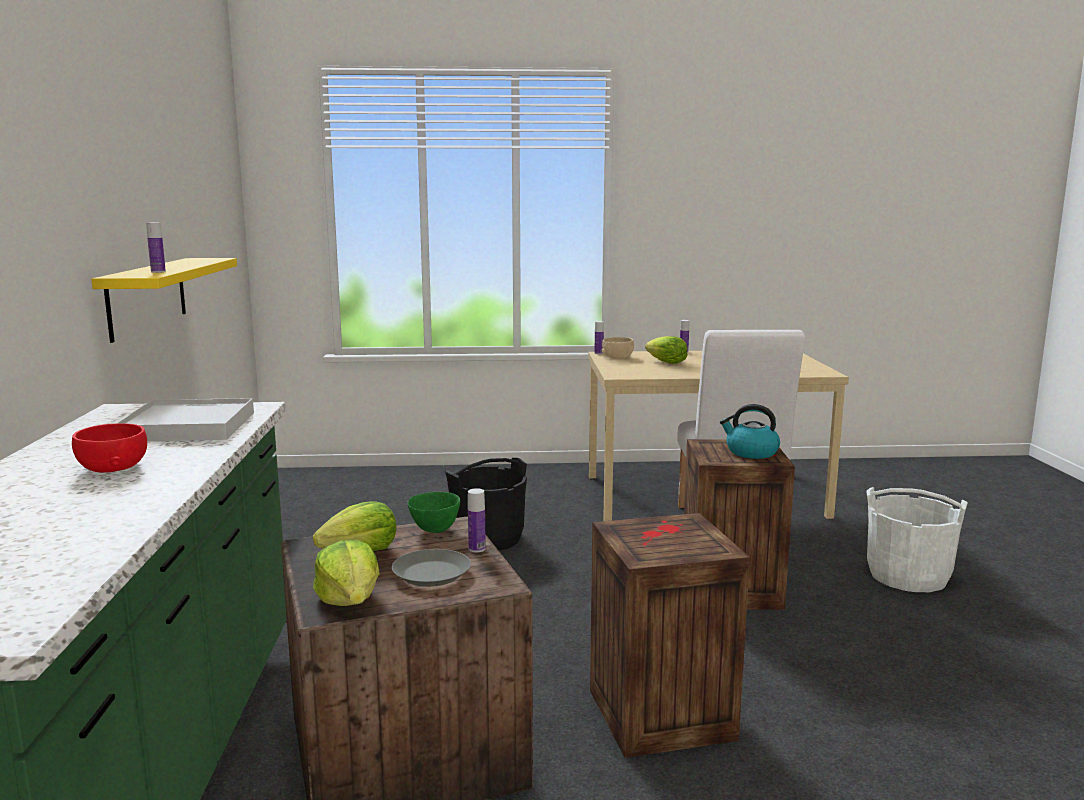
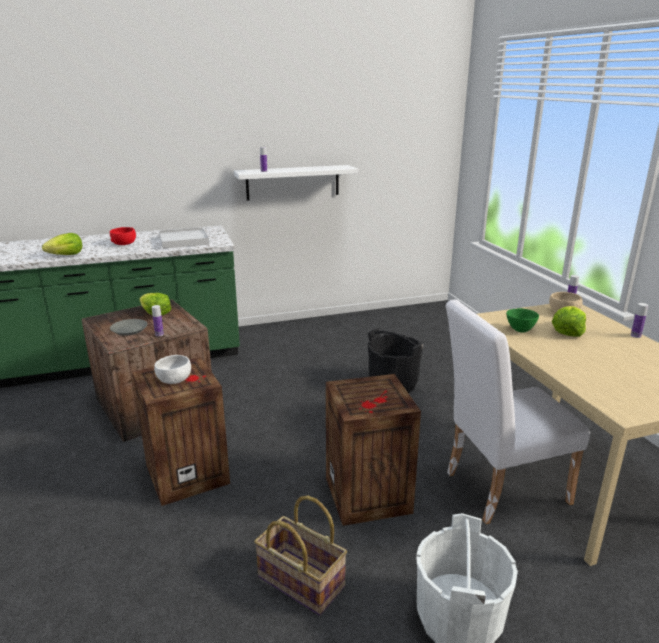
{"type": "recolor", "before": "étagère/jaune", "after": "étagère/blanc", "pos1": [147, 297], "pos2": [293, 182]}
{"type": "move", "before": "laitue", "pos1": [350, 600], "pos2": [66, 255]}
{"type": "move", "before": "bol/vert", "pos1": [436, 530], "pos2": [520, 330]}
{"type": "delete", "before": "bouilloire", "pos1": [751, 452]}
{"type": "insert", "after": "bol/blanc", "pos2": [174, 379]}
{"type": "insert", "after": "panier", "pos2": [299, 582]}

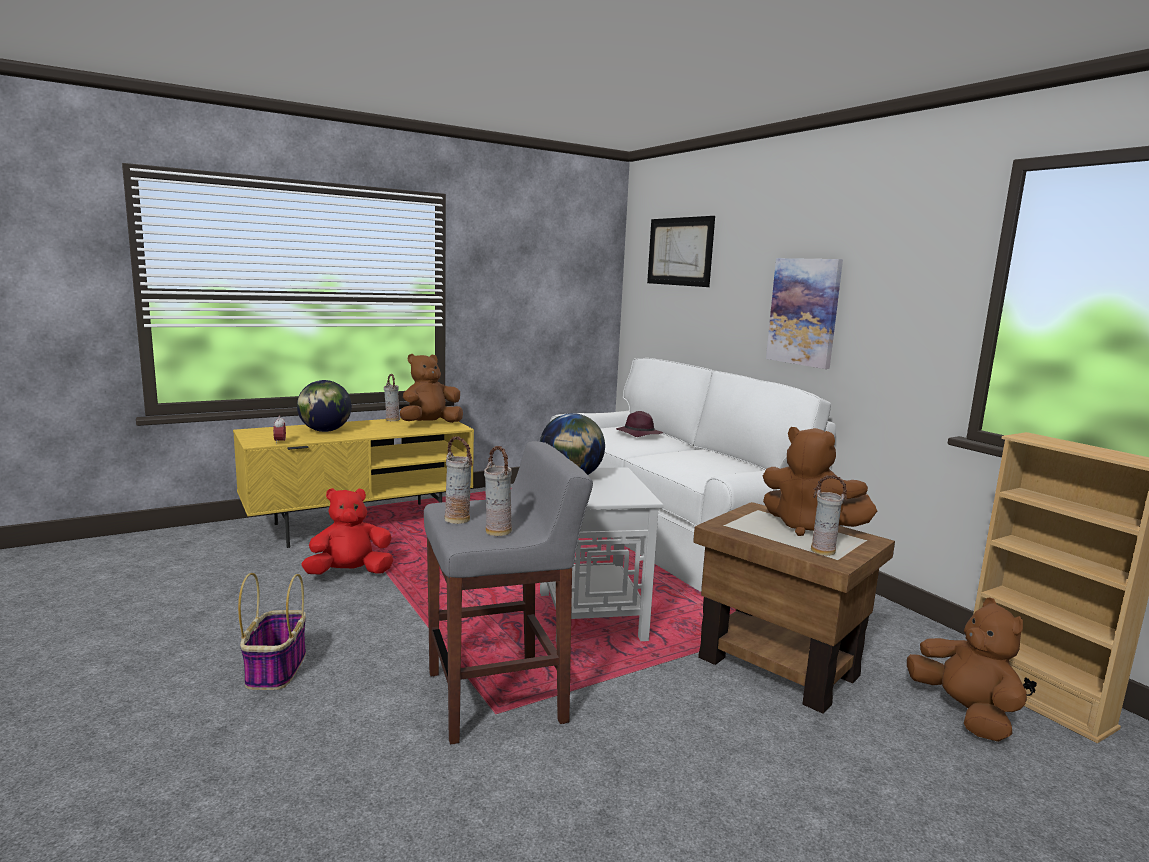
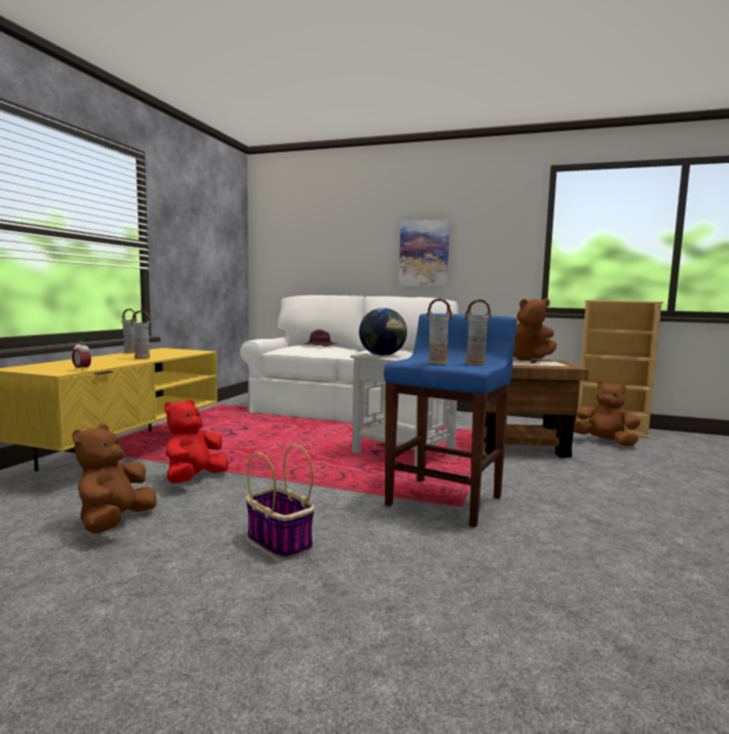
{"type": "delete", "before": "globe", "pos1": [325, 431]}
{"type": "move", "before": "peluche/marron", "pos1": [430, 424], "pos2": [115, 523]}
{"type": "recolor", "before": "tabouret/gris", "after": "tabouret/bleu", "pos1": [498, 697], "pos2": [445, 500]}
{"type": "delete", "before": "tableau", "pos1": [679, 251]}
{"type": "move", "before": "vase", "pos1": [822, 552], "pos2": [142, 358]}

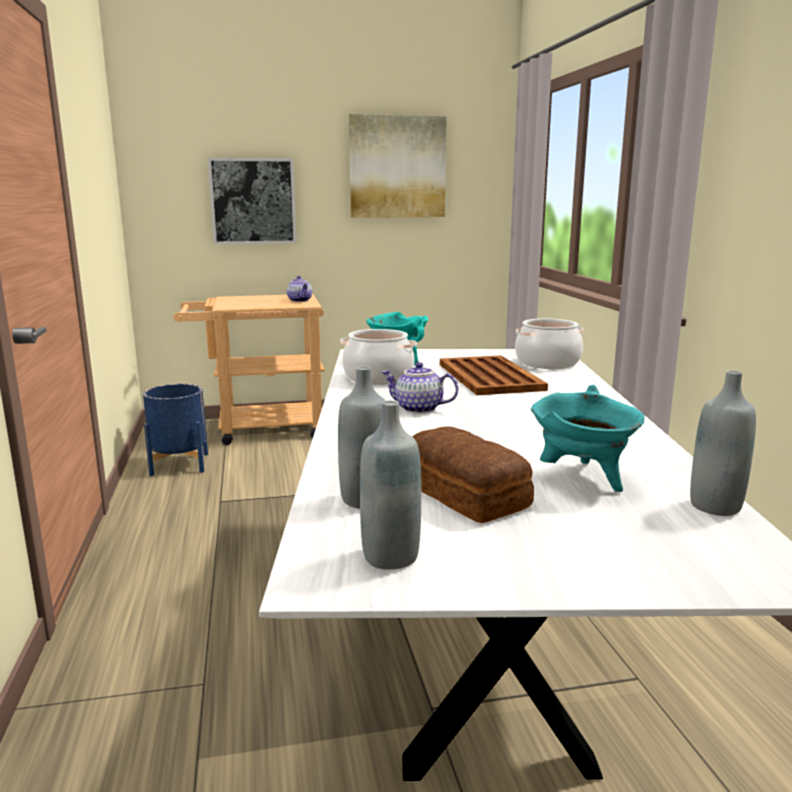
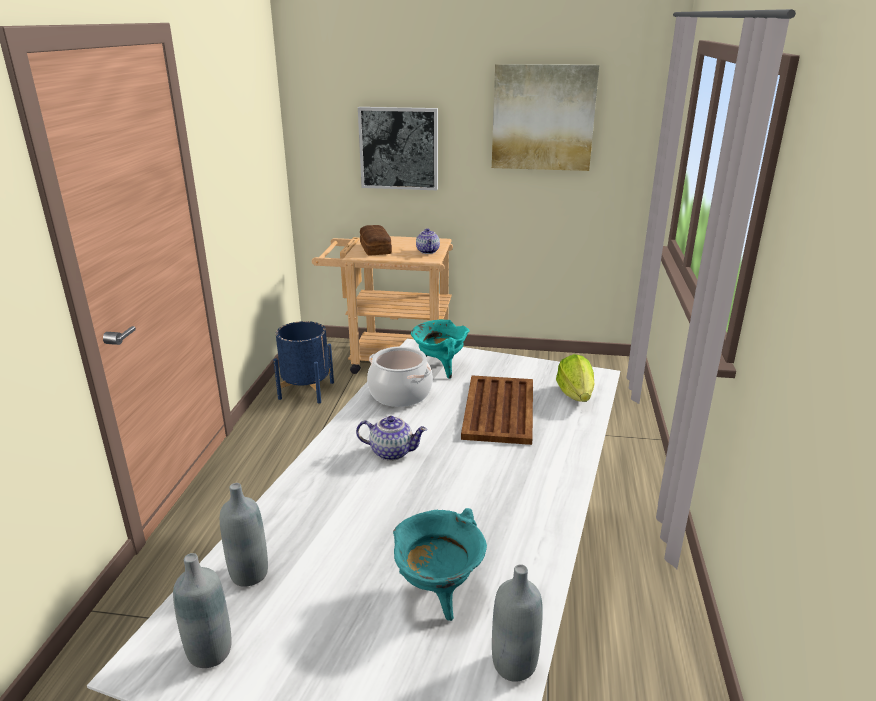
{"type": "rotate", "before": "théière", "pos1": [418, 409], "pos2": [392, 452], "turn": 150}
{"type": "move", "before": "pain", "pos1": [463, 495], "pos2": [375, 248]}
{"type": "replace", "before": "marmite", "after": "laitue", "pos1": [547, 363], "pos2": [576, 395]}

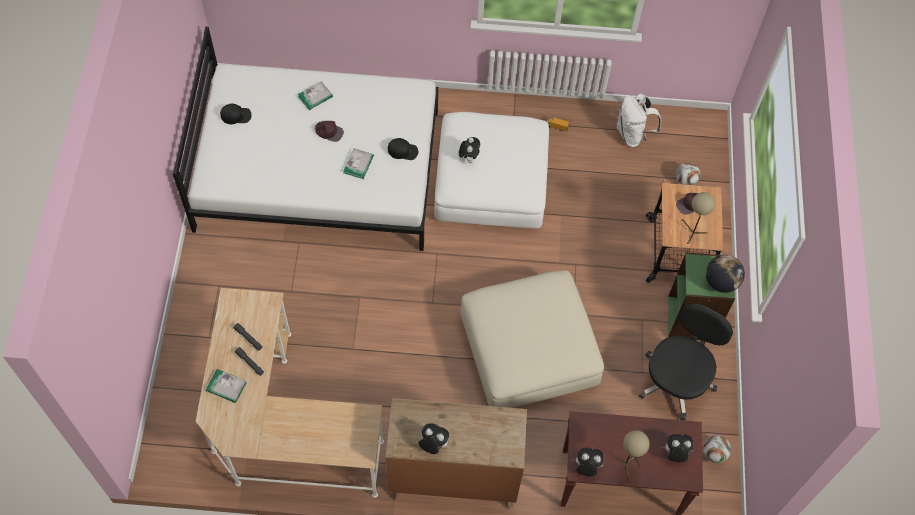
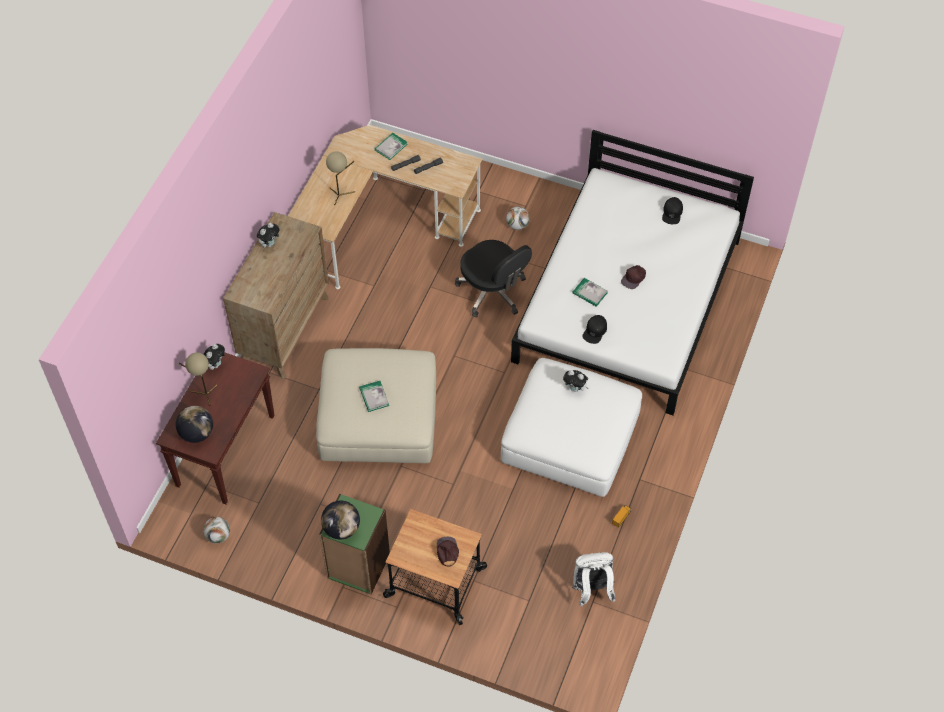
{"type": "move", "before": "livre", "pos1": [315, 96], "pos2": [374, 397]}
{"type": "move", "before": "chaise de bureau/noir", "pos1": [676, 380], "pos2": [493, 292]}
{"type": "replace", "before": "peluche", "after": "globe", "pos1": [675, 454], "pos2": [197, 433]}
{"type": "move", "before": "ballon de foot", "pos1": [685, 180], "pos2": [517, 225]}
{"type": "move", "before": "lampe de table/beige", "pos1": [691, 231], "pos2": [340, 195]}

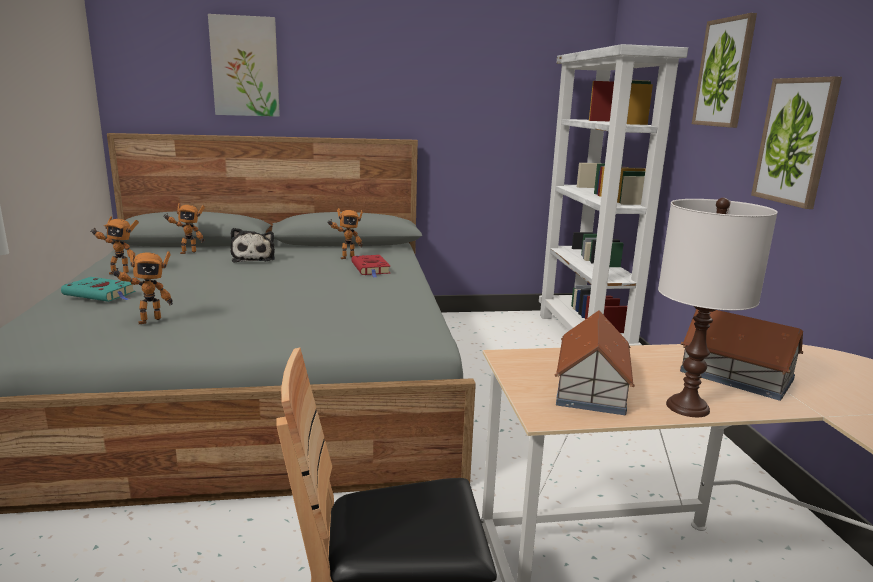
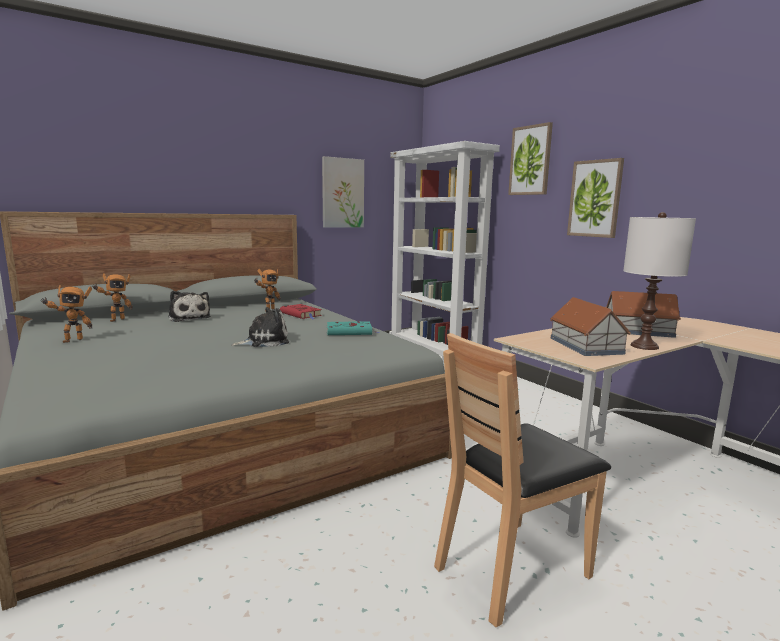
{"type": "move", "before": "livre/turquoise", "pos1": [101, 294], "pos2": [350, 332]}
{"type": "delete", "before": "robot jouet", "pos1": [148, 320]}
{"type": "move", "before": "tableau", "pos1": [245, 67], "pos2": [342, 193]}
{"type": "insert", "after": "peluche", "pos2": [264, 341]}

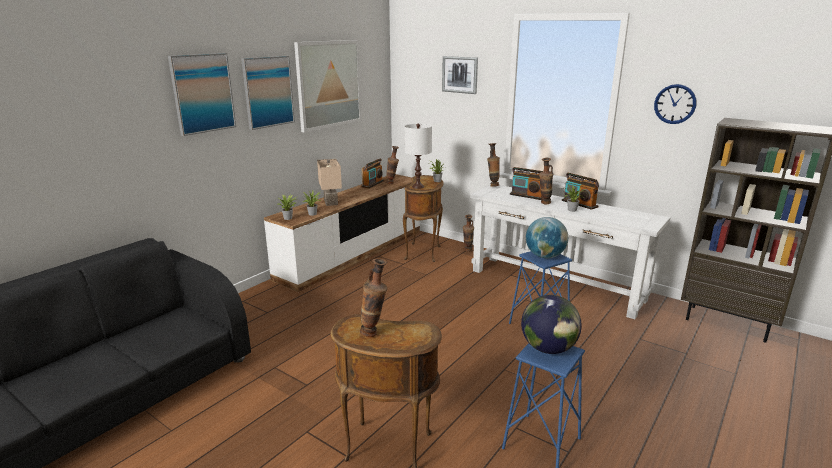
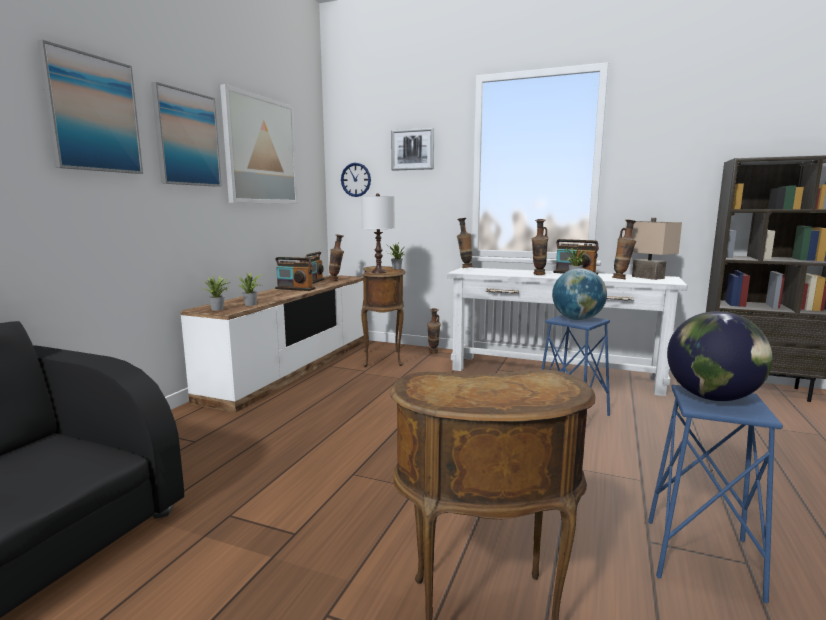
{"type": "move", "before": "lampe de table/beige", "pos1": [332, 202], "pos2": [649, 277]}
{"type": "move", "before": "vase", "pos1": [374, 333], "pos2": [622, 279]}
{"type": "move", "before": "radio", "pos1": [527, 196], "pos2": [295, 289]}
{"type": "move", "before": "horloge murale", "pos1": [675, 104], "pos2": [356, 179]}

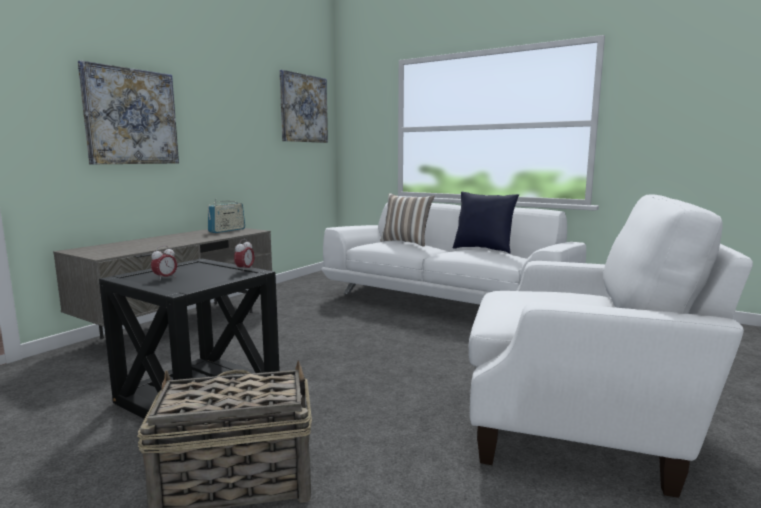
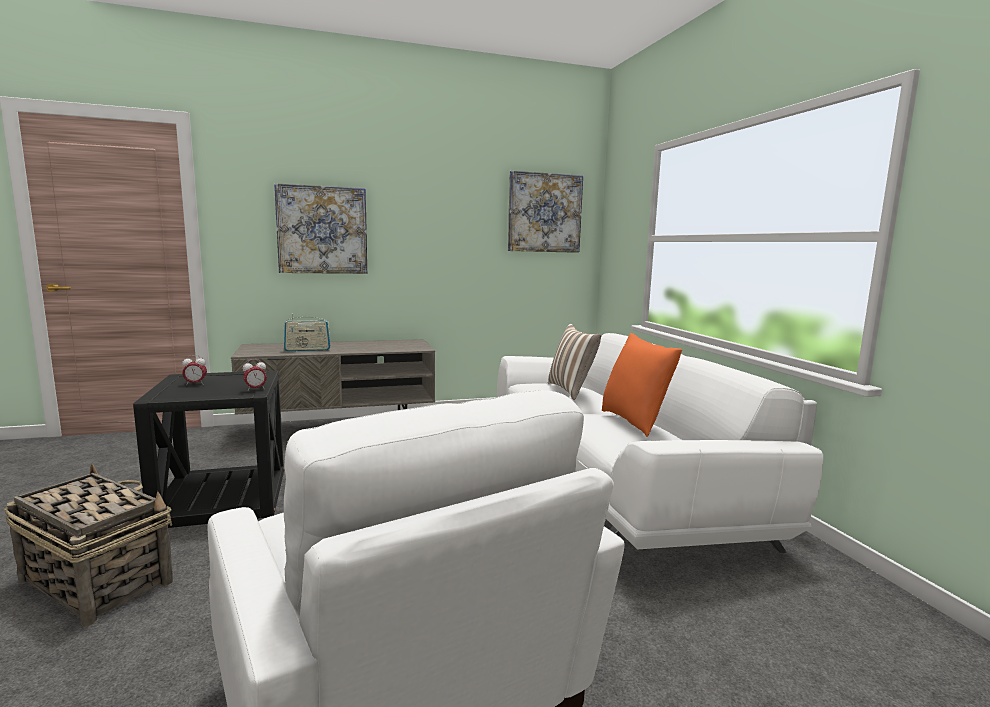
{"type": "move", "before": "radio", "pos1": [227, 230], "pos2": [307, 350]}
{"type": "recolor", "before": "coussin/bleu", "after": "coussin/orange", "pos1": [483, 249], "pos2": [635, 422]}

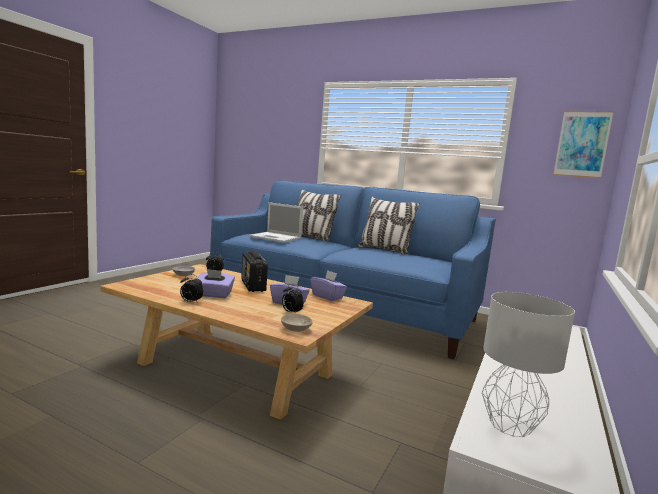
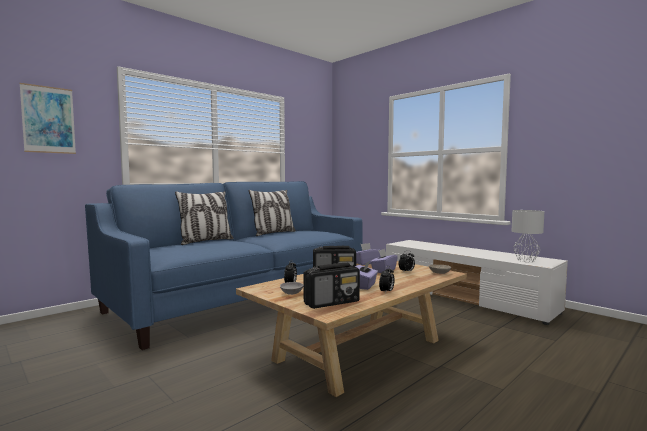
{"type": "delete", "before": "ordinateur portable", "pos1": [276, 238]}
{"type": "move", "before": "tableau", "pos1": [582, 144], "pos2": [48, 120]}
{"type": "insert", "after": "radio", "pos2": [332, 302]}

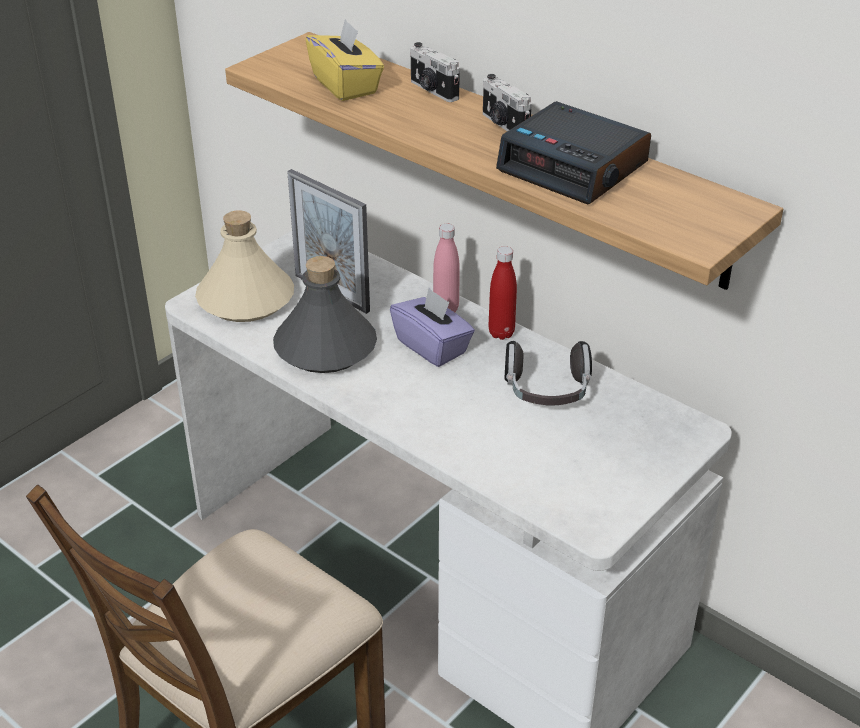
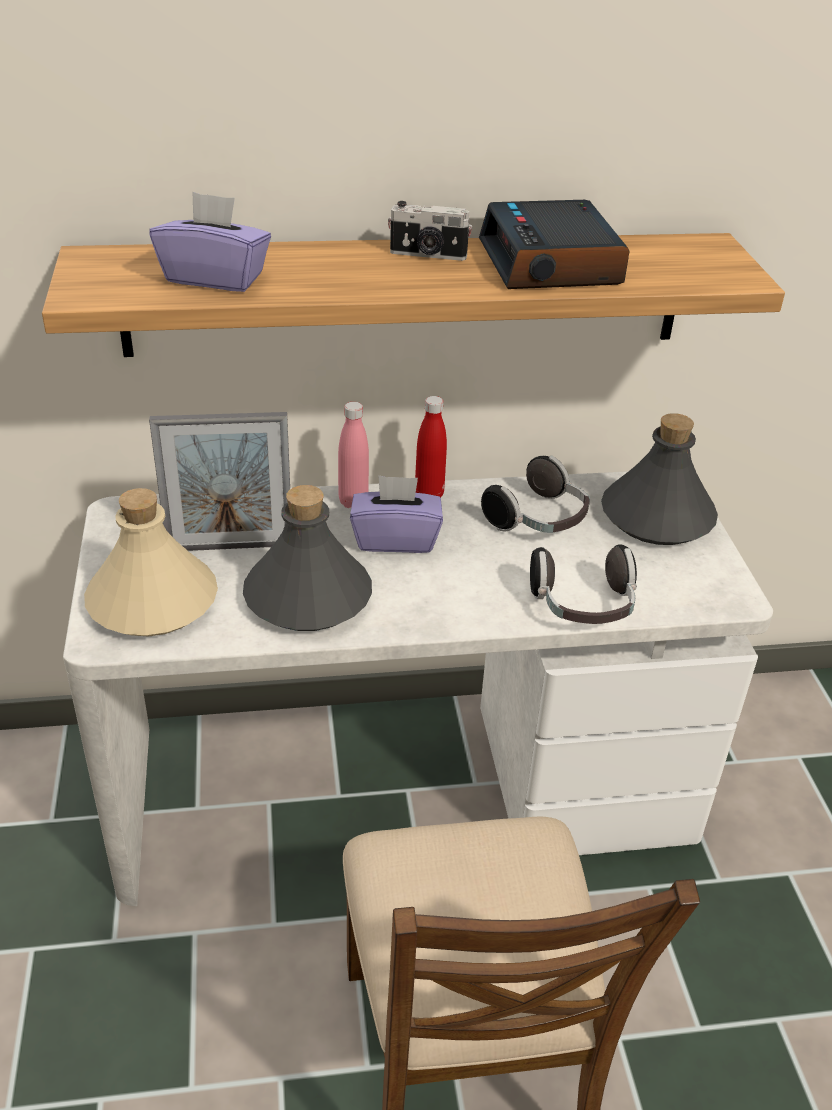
{"type": "recolor", "before": "boîte à mouchoirs/jaune", "after": "boîte à mouchoirs/violet", "pos1": [346, 85], "pos2": [215, 278]}
{"type": "delete", "before": "appareil photo", "pos1": [432, 90]}
{"type": "rotate", "before": "réveil", "pos1": [574, 167], "pos2": [551, 264], "turn": 90}
{"type": "insert", "after": "casque audio", "pos2": [583, 607]}
{"type": "insert", "after": "bouteille/gris", "pos2": [657, 517]}

